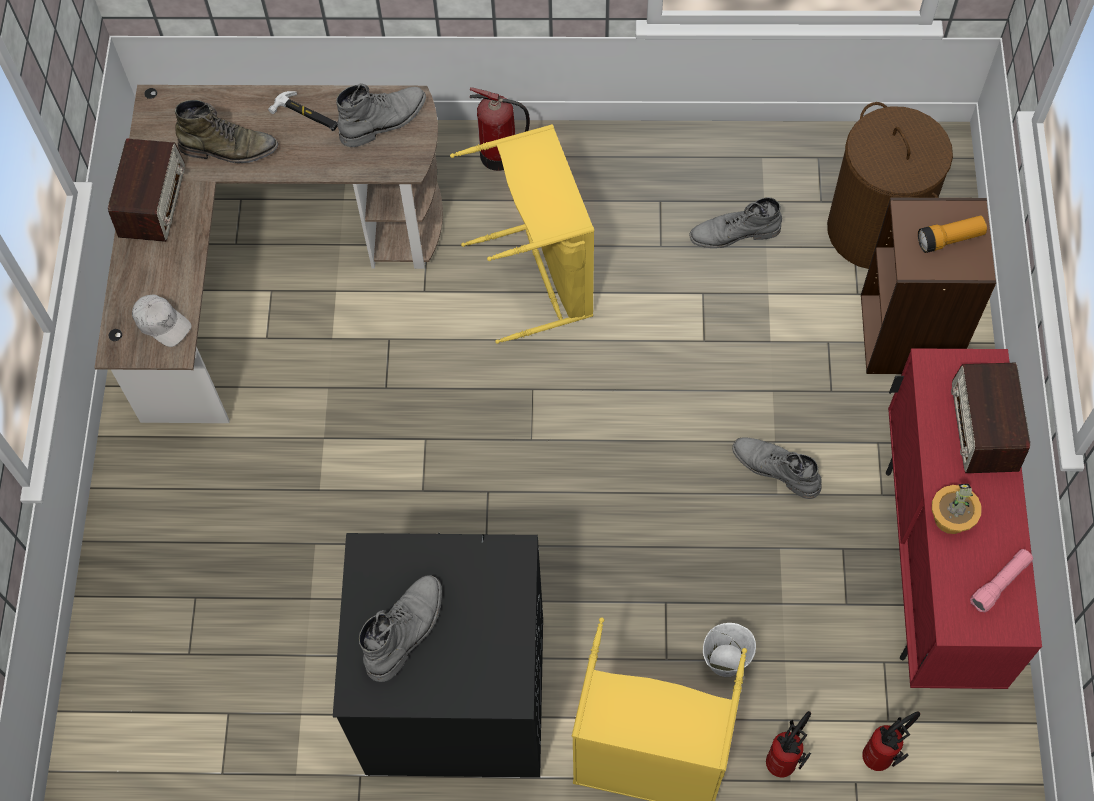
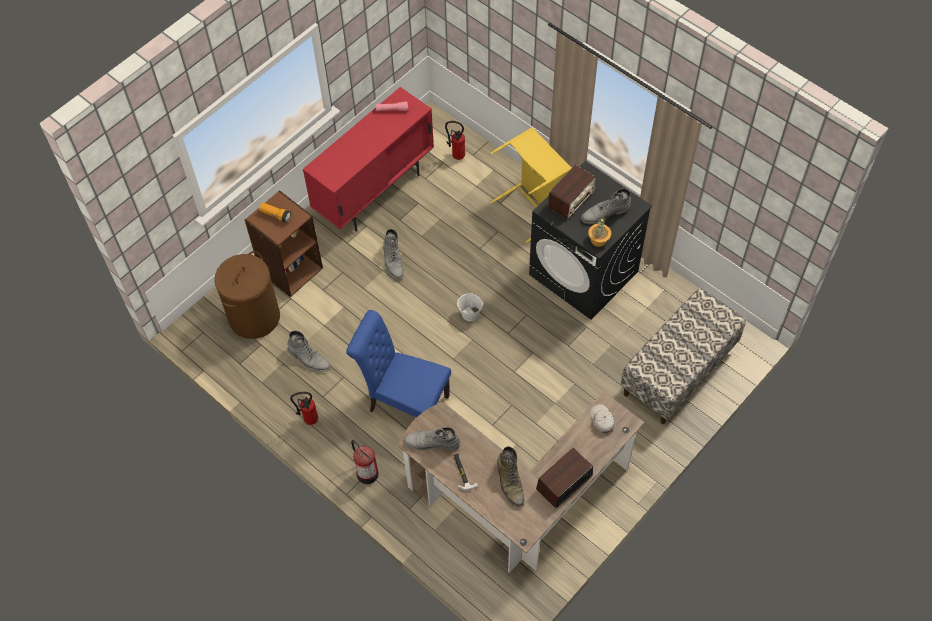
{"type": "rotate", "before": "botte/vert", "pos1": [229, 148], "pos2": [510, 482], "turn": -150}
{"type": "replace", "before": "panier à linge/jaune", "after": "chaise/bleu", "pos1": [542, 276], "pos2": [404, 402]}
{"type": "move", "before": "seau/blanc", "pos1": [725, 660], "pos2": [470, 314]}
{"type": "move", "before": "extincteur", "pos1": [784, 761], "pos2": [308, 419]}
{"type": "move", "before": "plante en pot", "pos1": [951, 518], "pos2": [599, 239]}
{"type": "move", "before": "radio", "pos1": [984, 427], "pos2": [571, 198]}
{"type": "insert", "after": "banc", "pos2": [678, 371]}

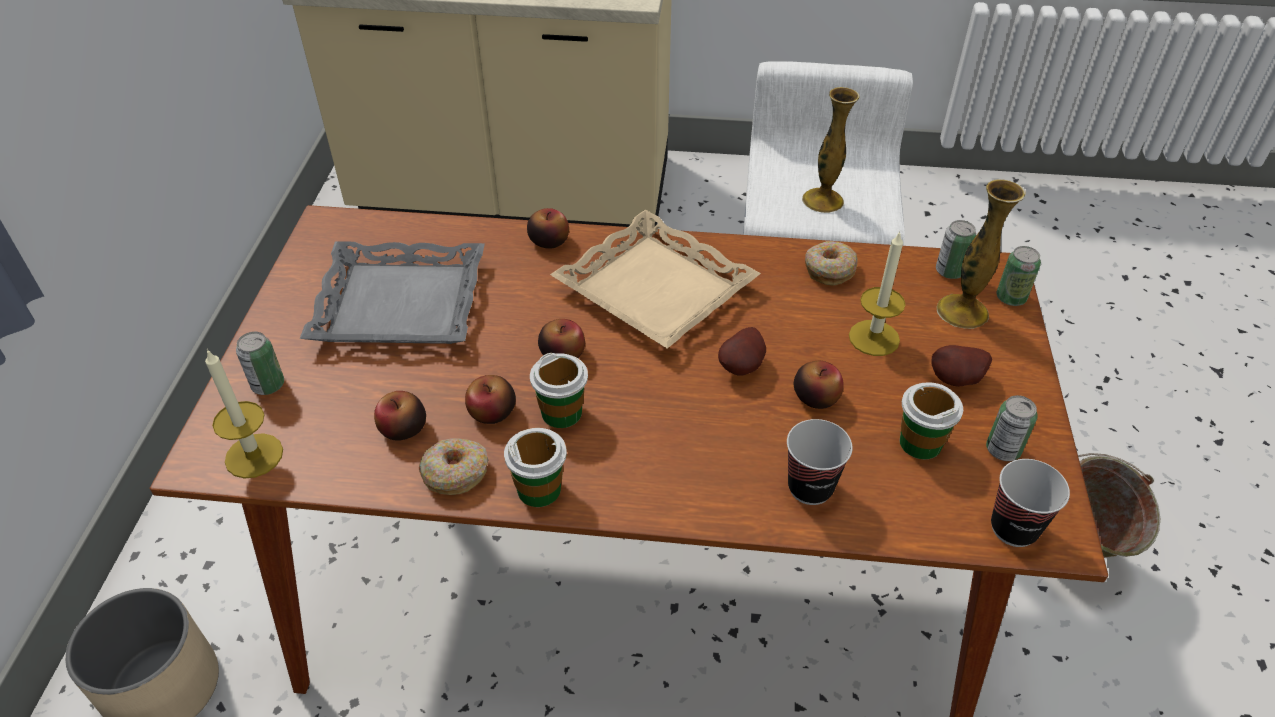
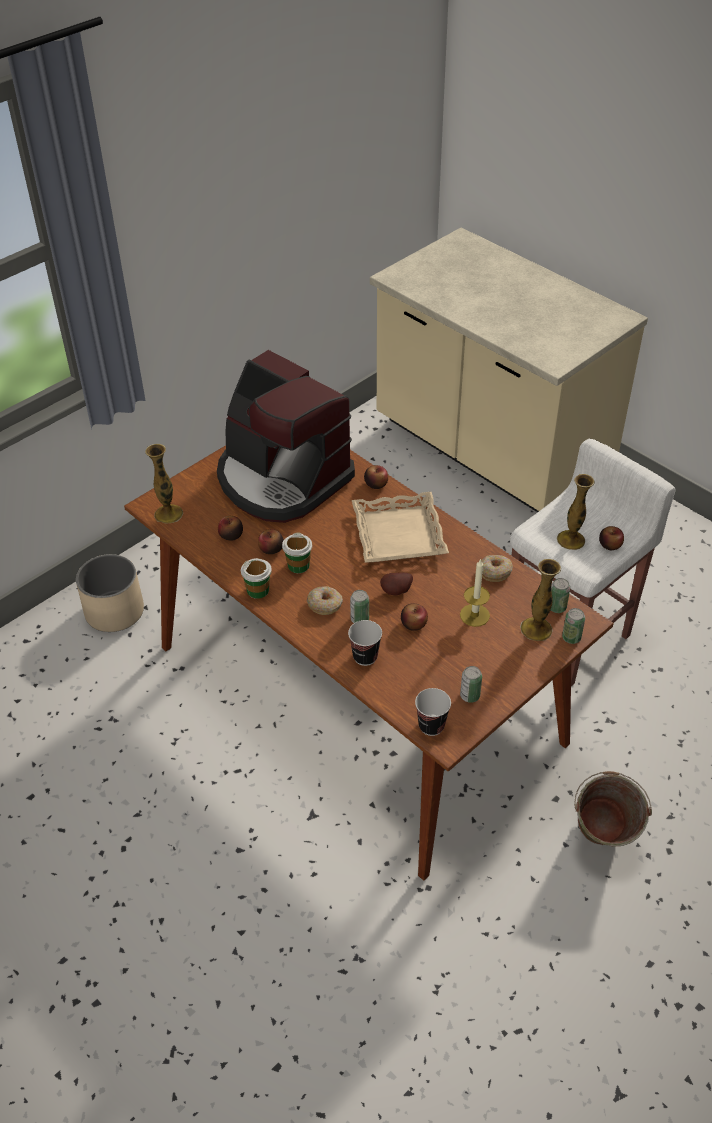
{"type": "replace", "before": "bougie", "after": "vase", "pos1": [254, 455], "pos2": [168, 514]}
{"type": "move", "before": "boîte métallique", "pos1": [268, 385], "pos2": [359, 619]}
{"type": "replace", "before": "plateau/gris", "after": "machine à café", "pos1": [401, 303], "pos2": [282, 479]}
{"type": "move", "before": "beignet", "pos1": [456, 472], "pos2": [325, 604]}
{"type": "move", "before": "pomme", "pos1": [562, 354], "pos2": [610, 545]}
{"type": "delete", "before": "tasse", "pos1": [920, 442]}
{"type": "delete", "before": "pomme de terre", "pos1": [957, 381]}

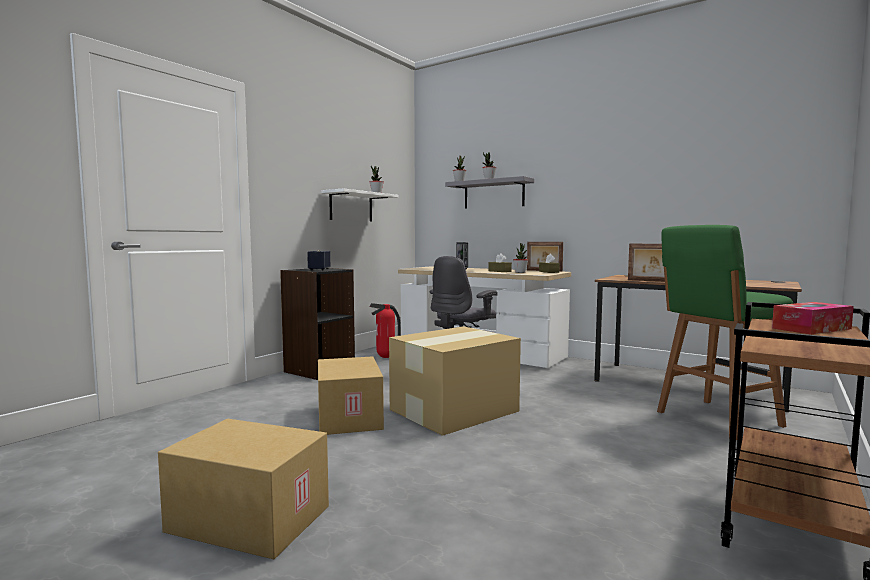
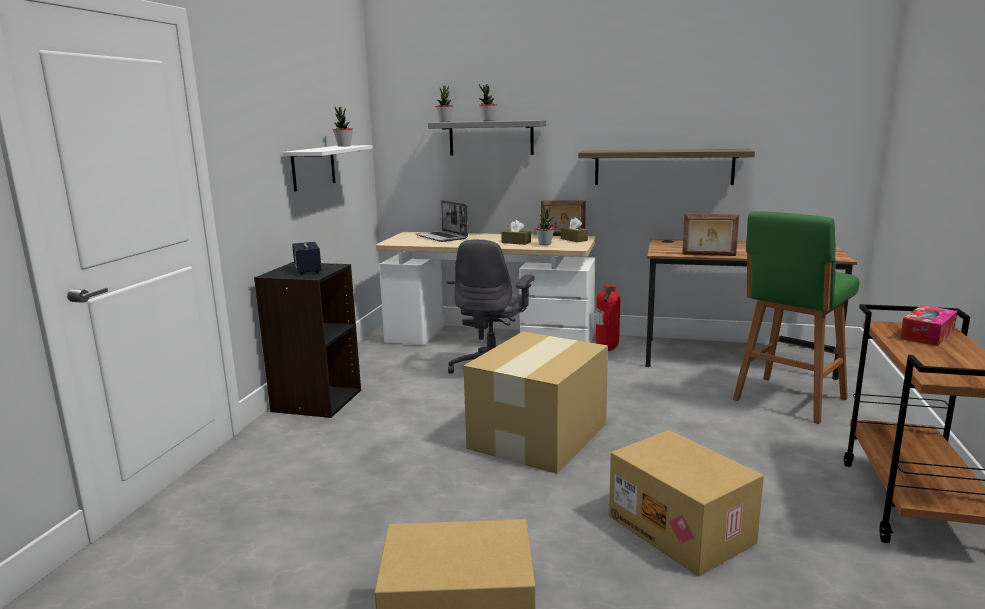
{"type": "move", "before": "carton", "pos1": [350, 417], "pos2": [682, 529]}
{"type": "move", "before": "extincteur", "pos1": [386, 357], "pos2": [607, 350]}
{"type": "insert", "after": "étagère", "pos2": [663, 167]}

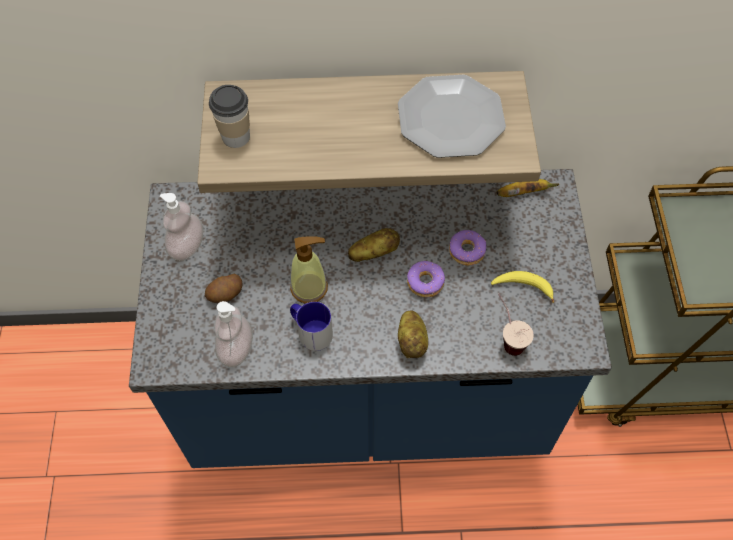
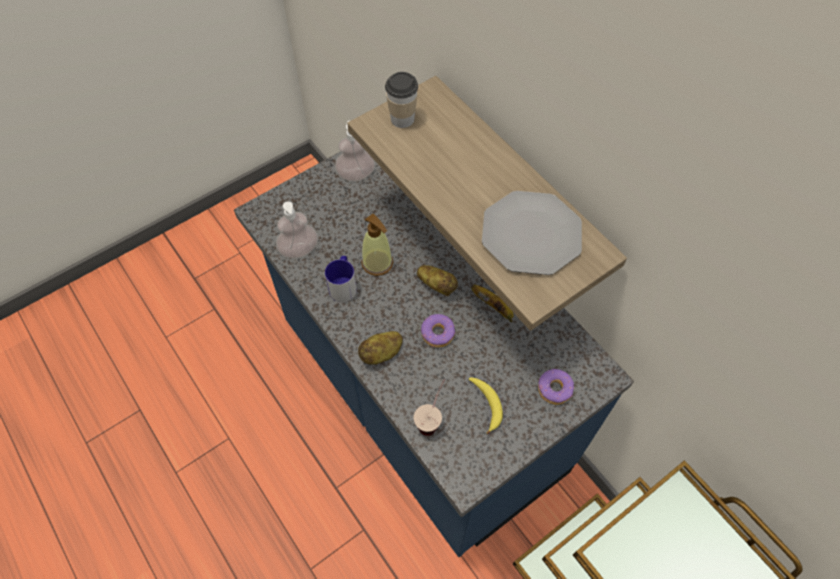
{"type": "delete", "before": "pomme de terre", "pos1": [226, 294]}
{"type": "move", "before": "beignet", "pos1": [467, 251], "pos2": [555, 389]}
{"type": "move", "before": "banane", "pos1": [523, 193], "pos2": [494, 307]}

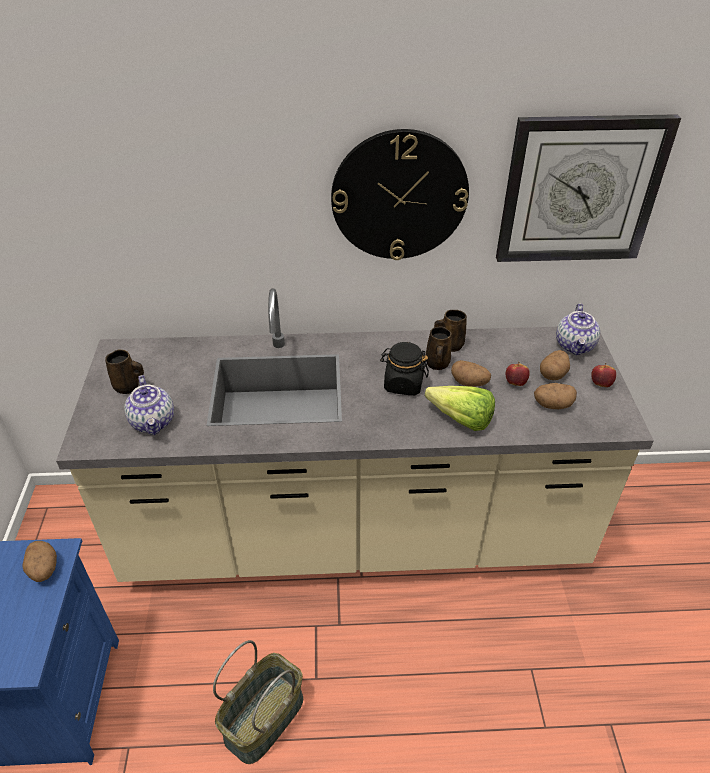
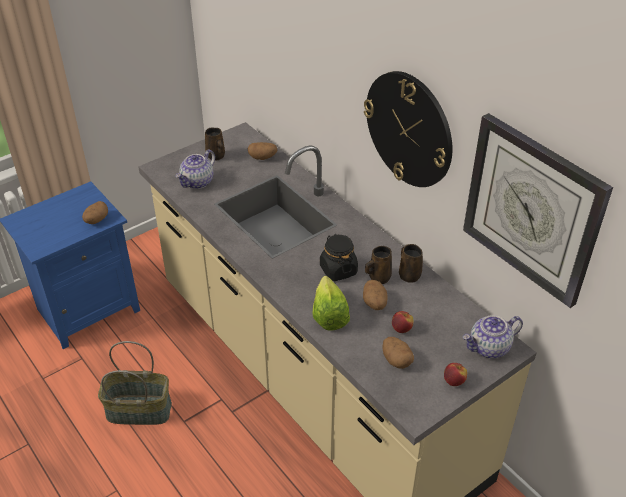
{"type": "move", "before": "pomme de terre", "pos1": [553, 374], "pos2": [262, 157]}

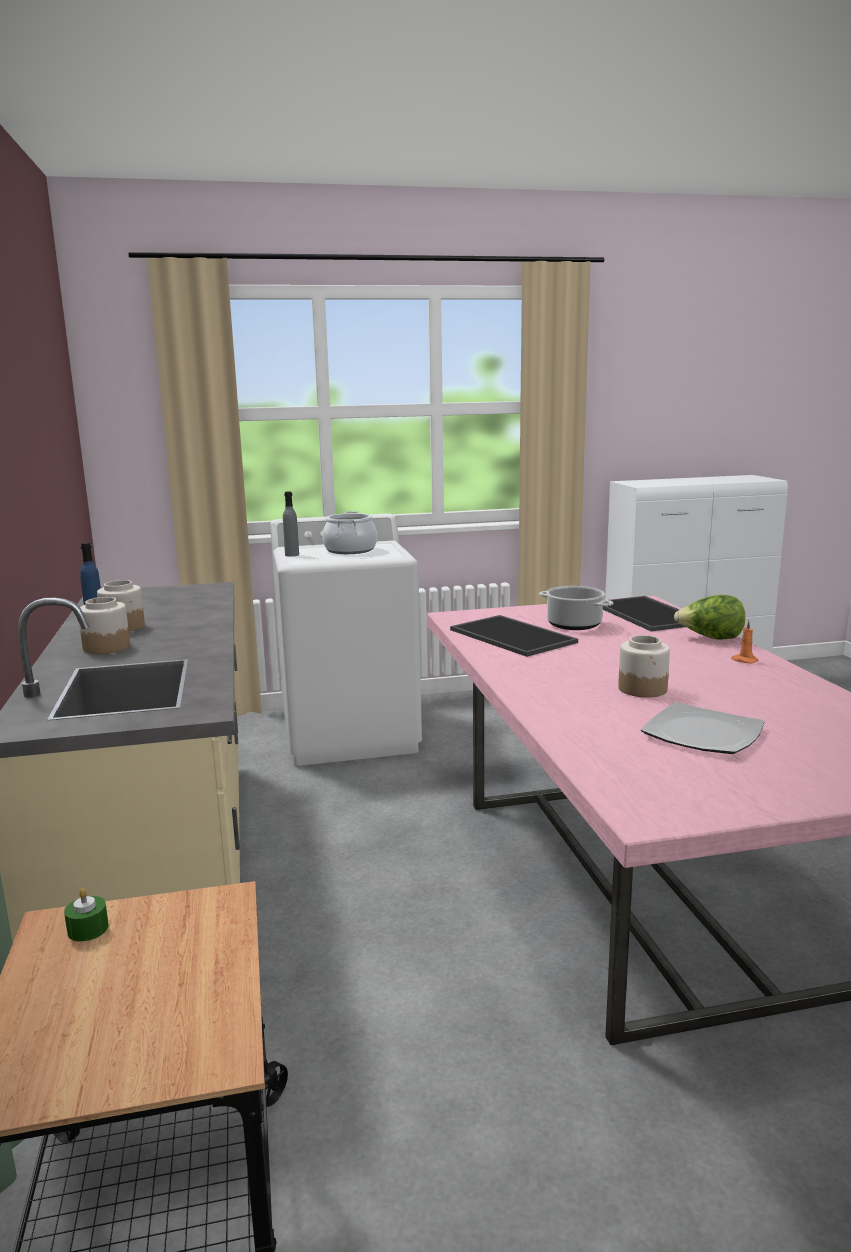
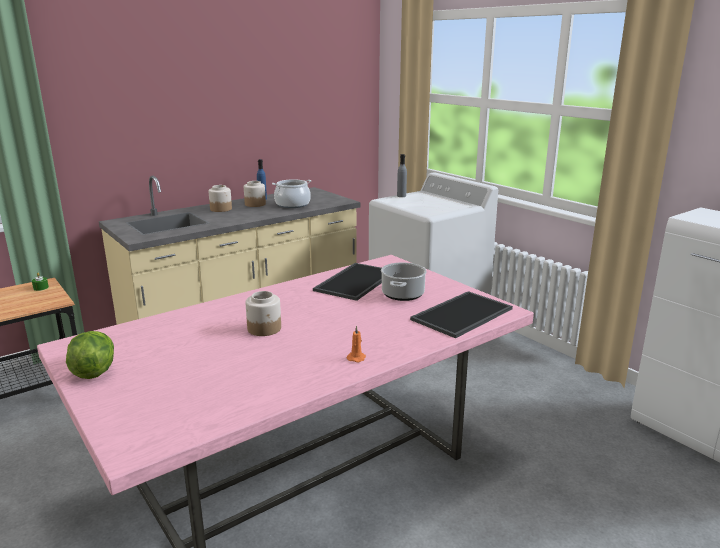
{"type": "move", "before": "marmite", "pos1": [350, 550], "pos2": [292, 204]}
{"type": "delete", "before": "assiette", "pos1": [703, 733]}
{"type": "move", "before": "laitue", "pos1": [710, 639], "pos2": [94, 370]}

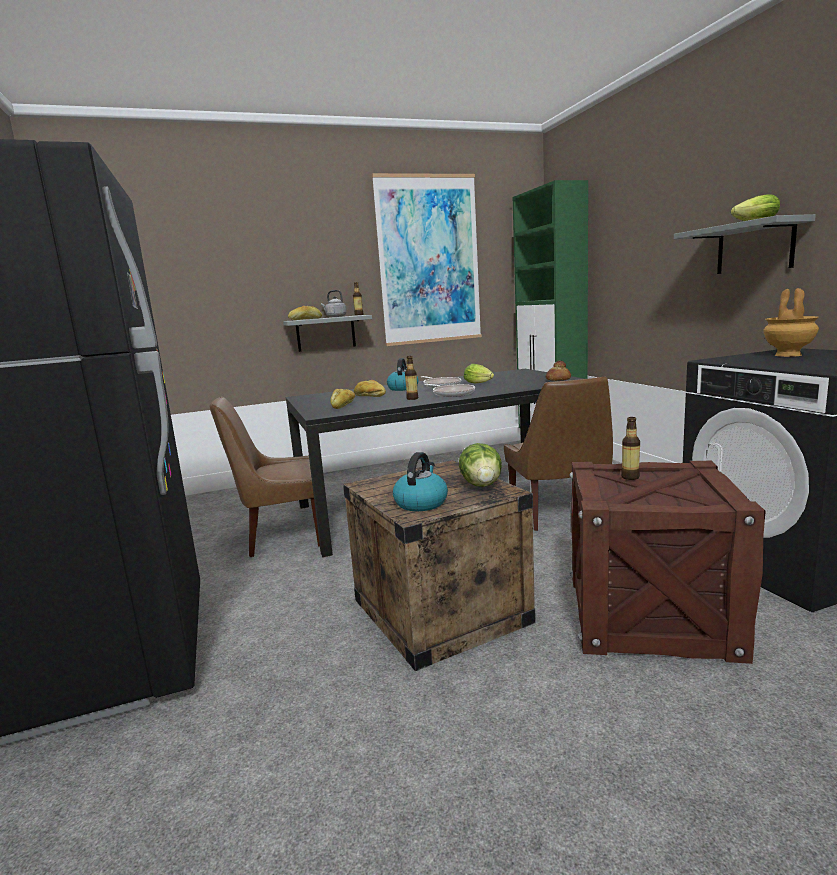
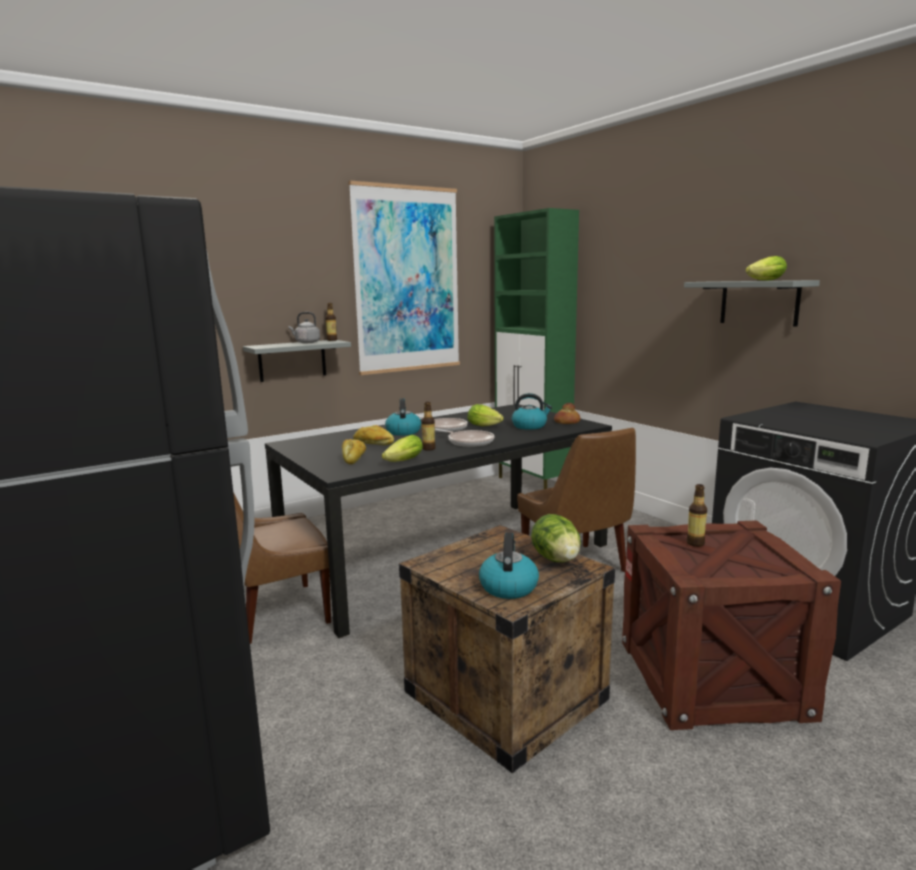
{"type": "delete", "before": "pain", "pos1": [305, 319]}
{"type": "delete", "before": "vase/marron", "pos1": [787, 355]}
{"type": "insert", "after": "laitue", "pos2": [401, 462]}
{"type": "insert", "after": "bouilloire", "pos2": [530, 426]}

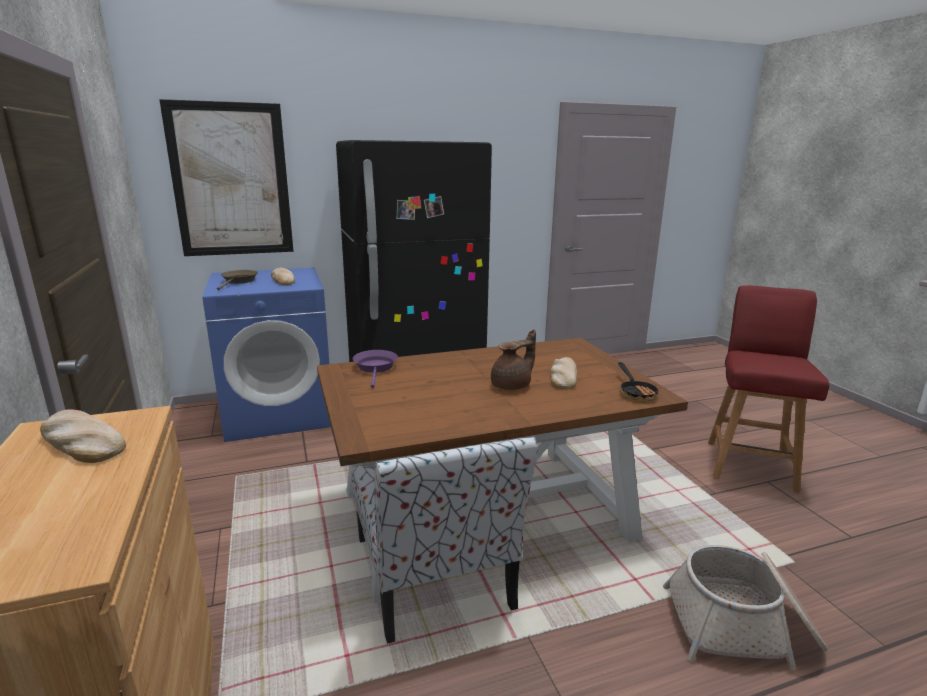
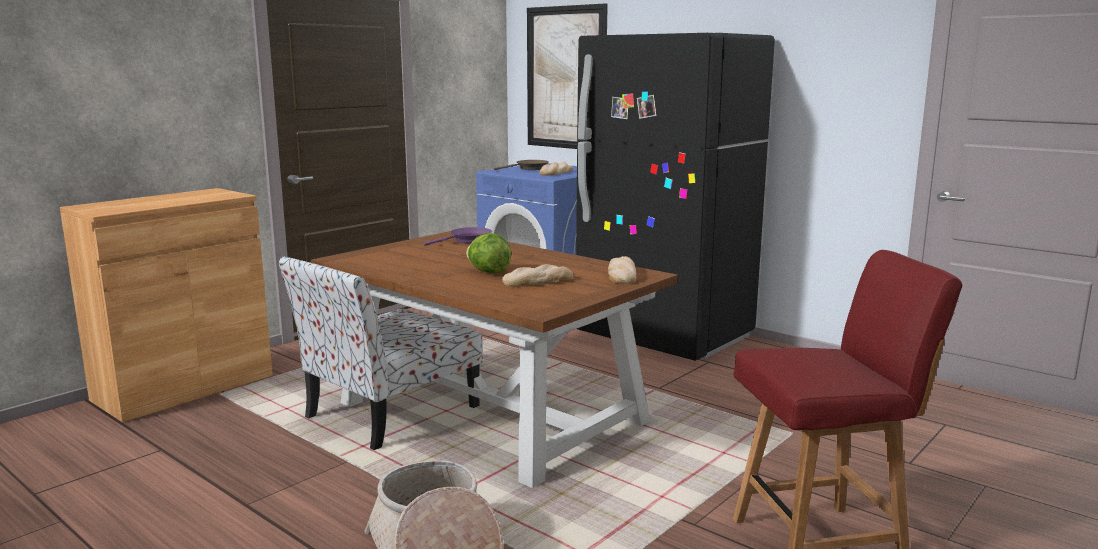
{"type": "move", "before": "pain", "pos1": [81, 442], "pos2": [621, 275]}
{"type": "replace", "before": "théière/marron", "after": "laitue", "pos1": [512, 386], "pos2": [488, 272]}
{"type": "delete", "before": "poêle", "pos1": [635, 393]}

